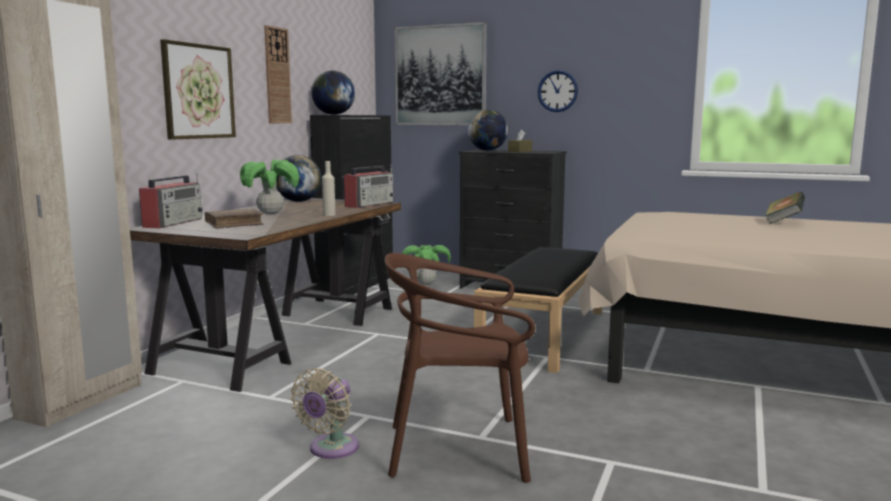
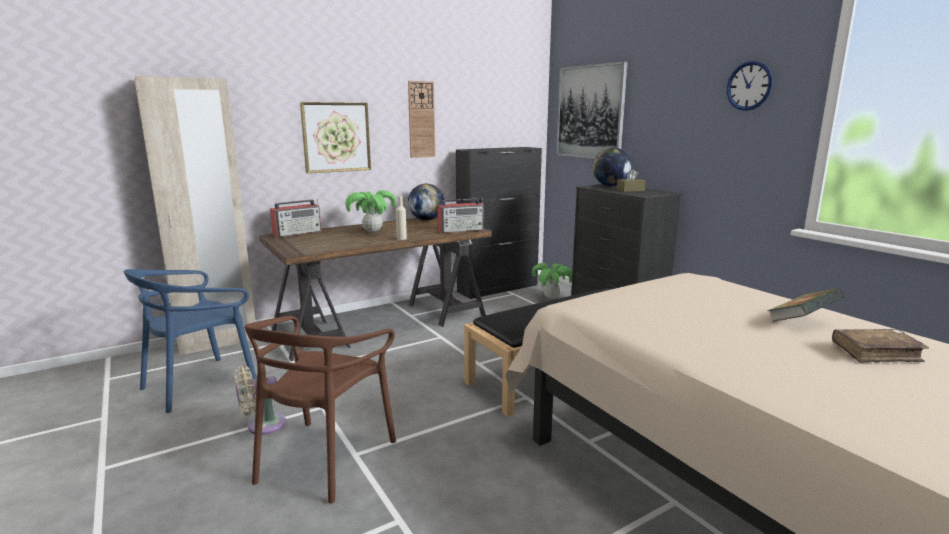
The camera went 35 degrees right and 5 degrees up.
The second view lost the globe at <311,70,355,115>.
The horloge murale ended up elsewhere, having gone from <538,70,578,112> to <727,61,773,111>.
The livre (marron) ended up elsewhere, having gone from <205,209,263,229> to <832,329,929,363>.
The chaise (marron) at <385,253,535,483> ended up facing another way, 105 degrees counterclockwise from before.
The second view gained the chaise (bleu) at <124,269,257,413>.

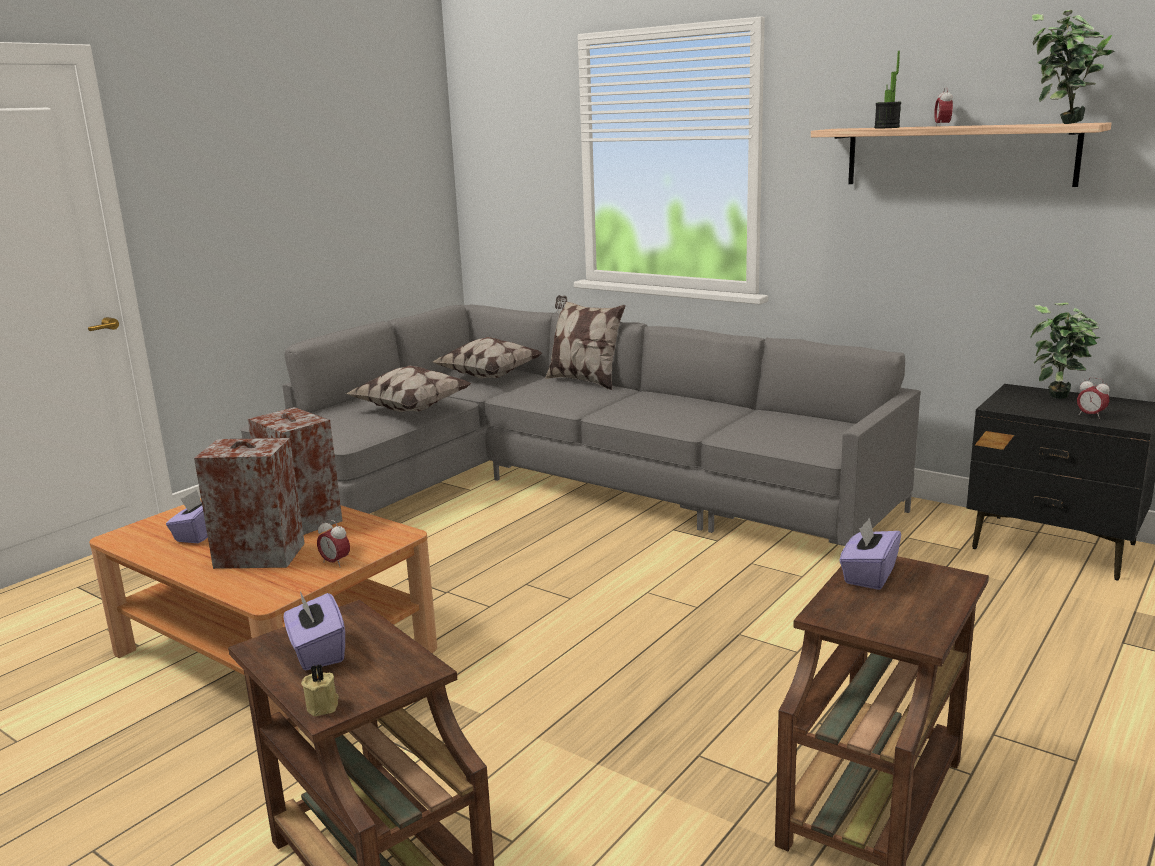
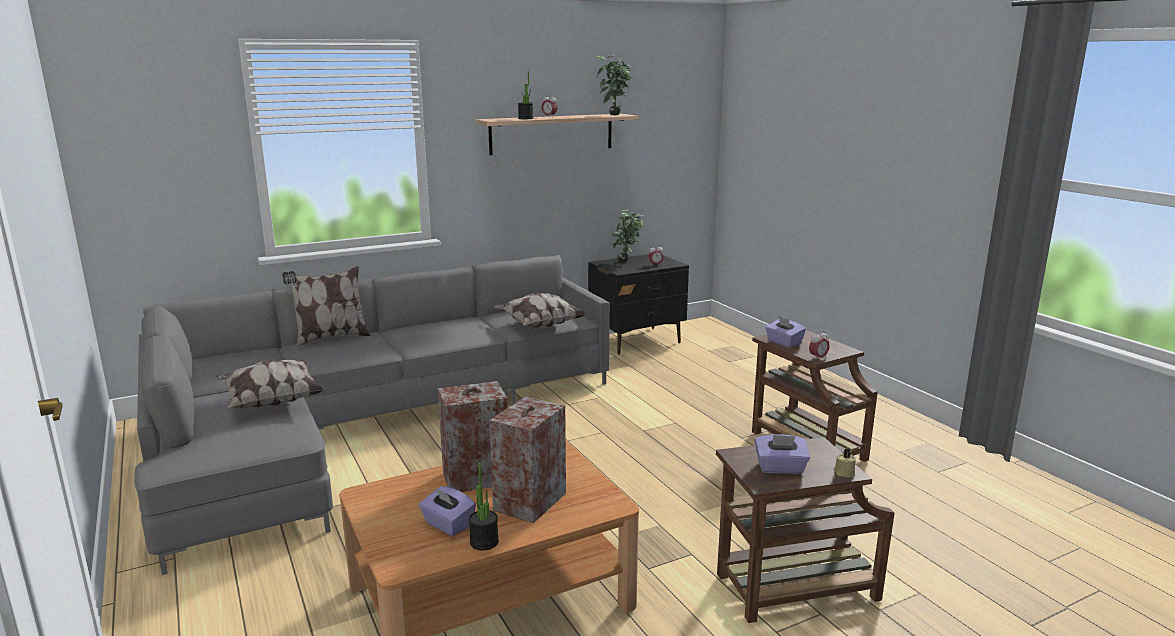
The camera went 65 degrees left and 0 degrees up.
The coussin ended up elsewhere, having gone from <432,337,542,379> to <492,293,586,328>.
The réveil ended up elsewhere, having gone from <317,519,350,567> to <809,330,830,361>.
The second view gained the plante en pot at <469,463,499,551>.

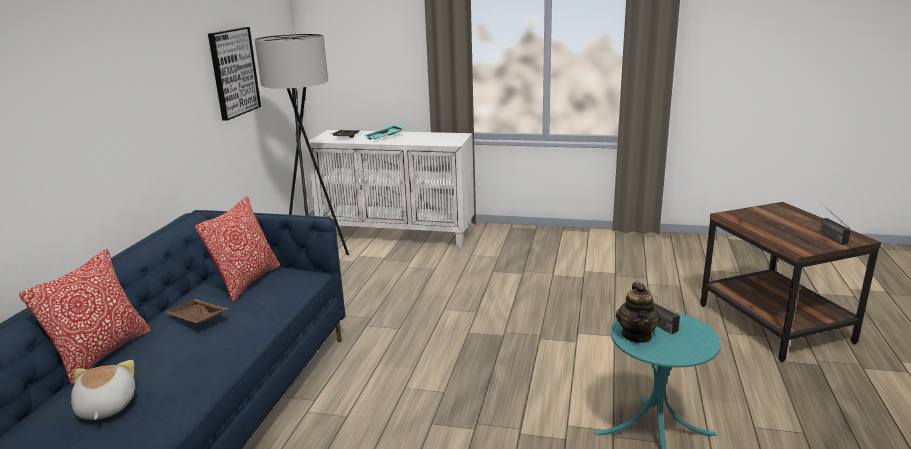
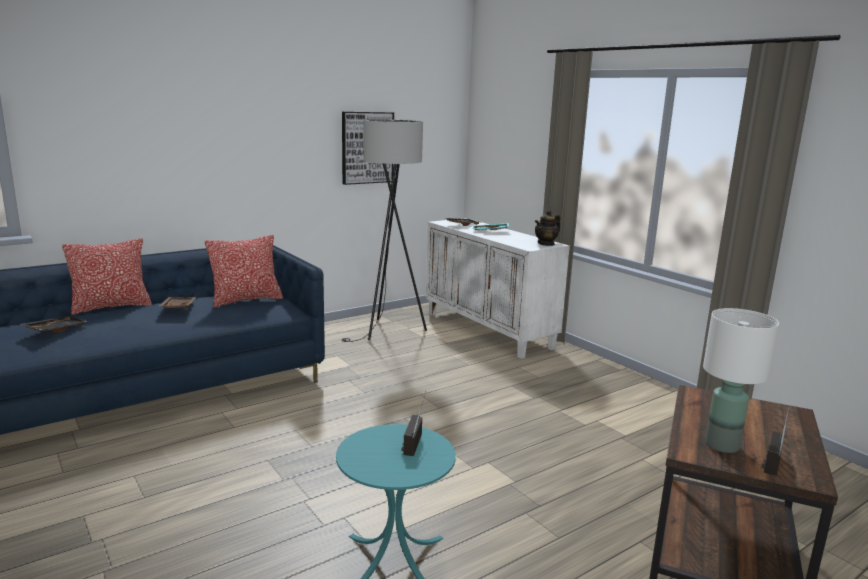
The camera went 40 degrees right and 5 degrees down.
The théière ended up elsewhere, having gone from <616,282,661,343> to <535,210,560,246>.
Where the peluche stood at <71,360,135,420>, the plateau (noir) came to stand at <21,316,89,333>.
The second view gained the lampe de table (blanc) at <703,308,779,453>.

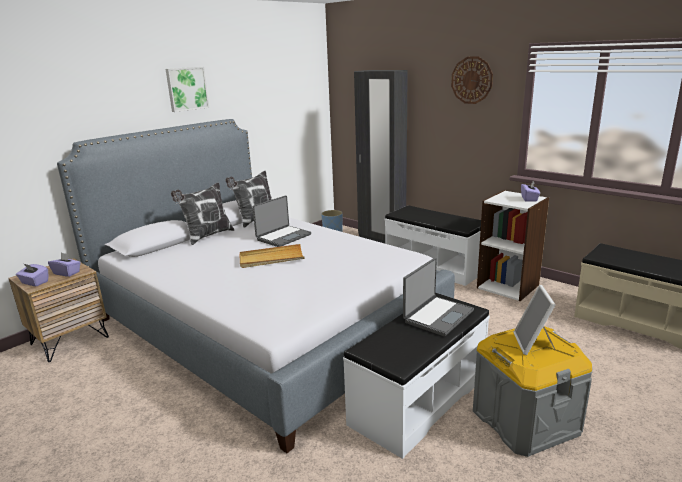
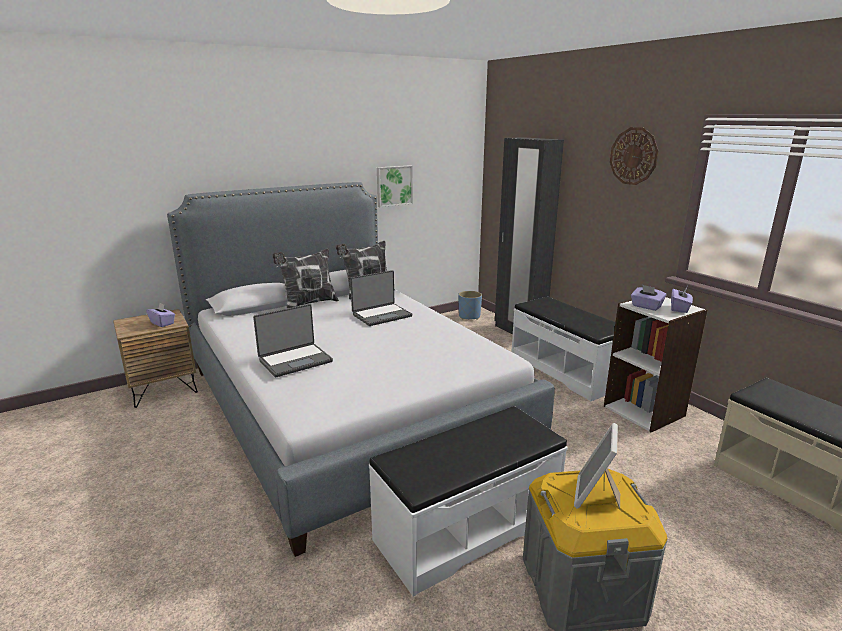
The camera went 15 degrees right and 0 degrees up.
The tableau ended up elsewhere, having gone from <166,67,209,112> to <377,165,413,207>.
The second view lost the plateau (beige) at <240,244,304,268>.
The ordinateur portable ended up elsewhere, having gone from <403,258,474,336> to <253,304,333,377>.
The boîte à mouchoirs (violet) ended up elsewhere, having gone from <16,263,48,287> to <631,285,666,311>.

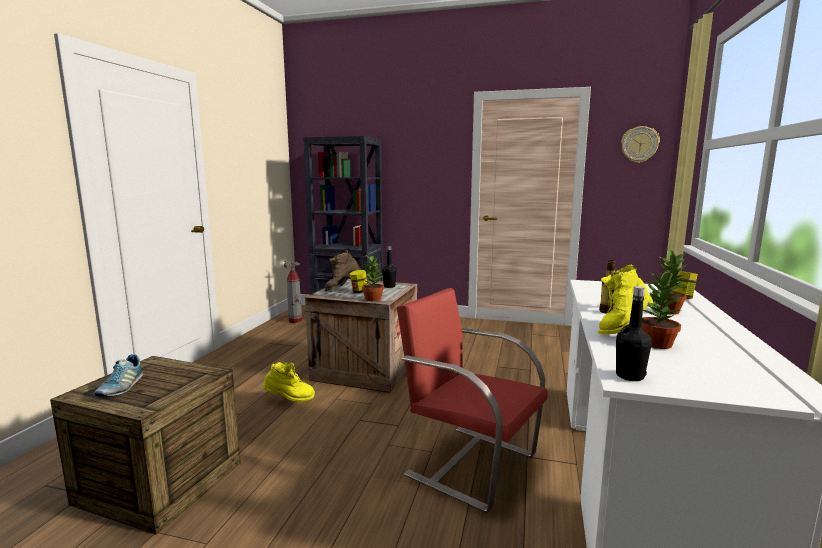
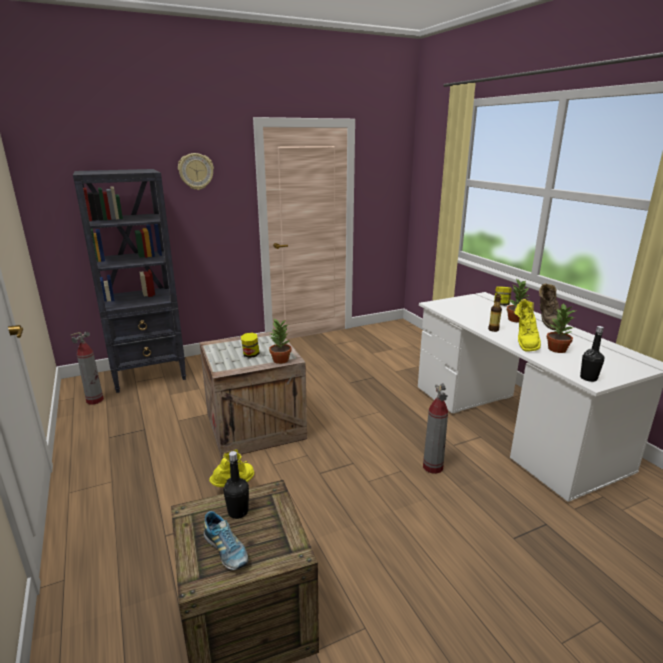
The camera went 40 degrees left and 10 degrees up.
The horloge murale ended up elsewhere, having gone from <621,126,660,163> to <178,153,214,190>.
The bouteille (noir) ended up elsewhere, having gone from <382,246,396,288> to <223,451,249,519>.
The botte (marron) ended up elsewhere, having gone from <325,250,361,291> to <539,283,566,330>.
Where the chaise (rouge) stood at <397,288,548,513>, the extincteur came to stand at <423,383,448,474>.

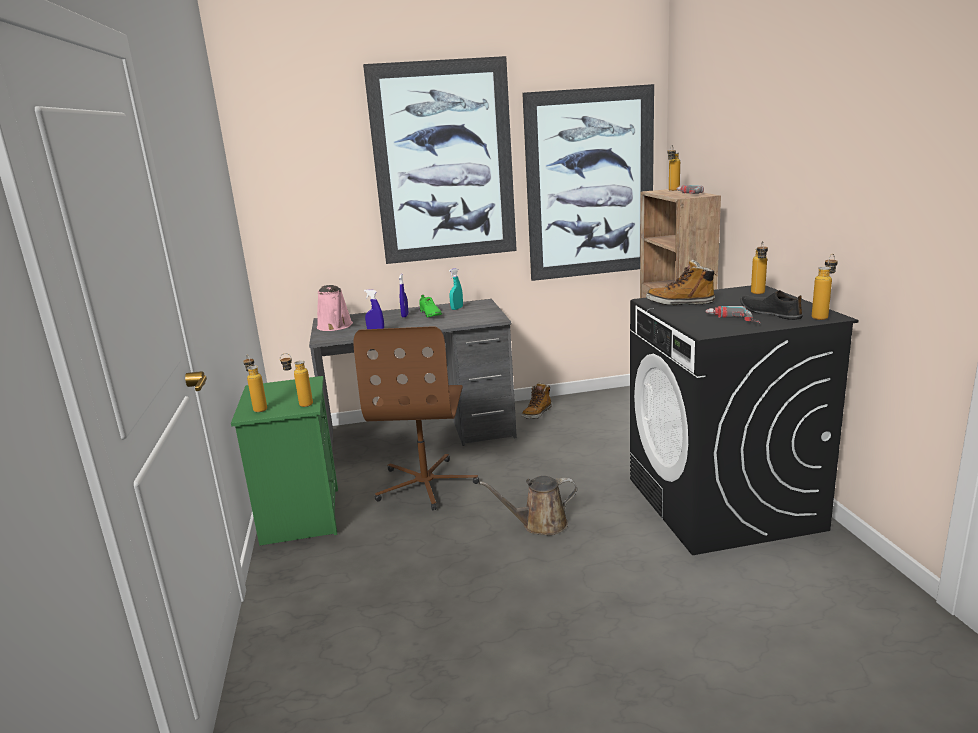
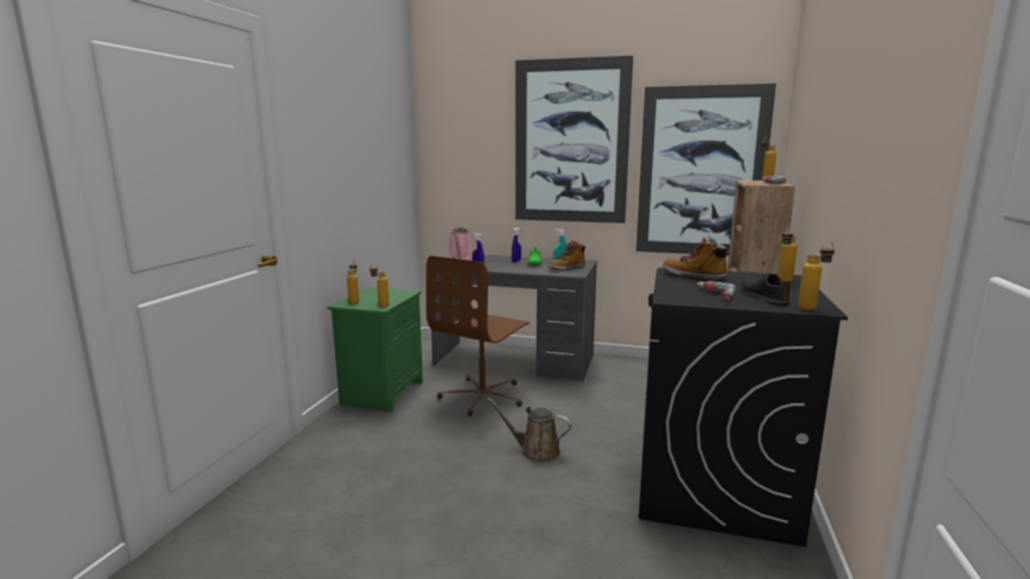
The camera went 25 degrees right and 5 degrees down.
The botte ended up elsewhere, having gone from <522,383,552,419> to <547,239,585,270>.

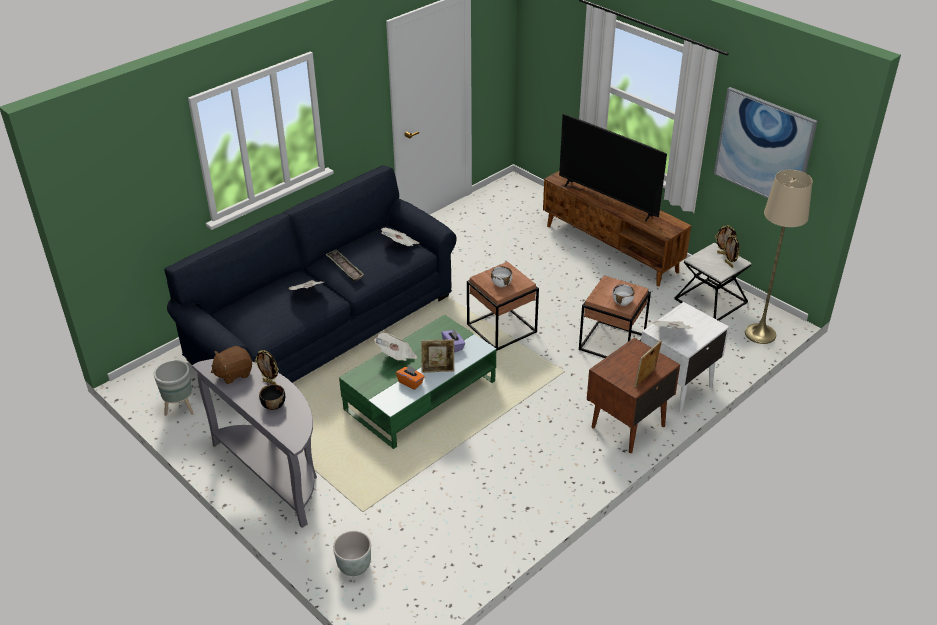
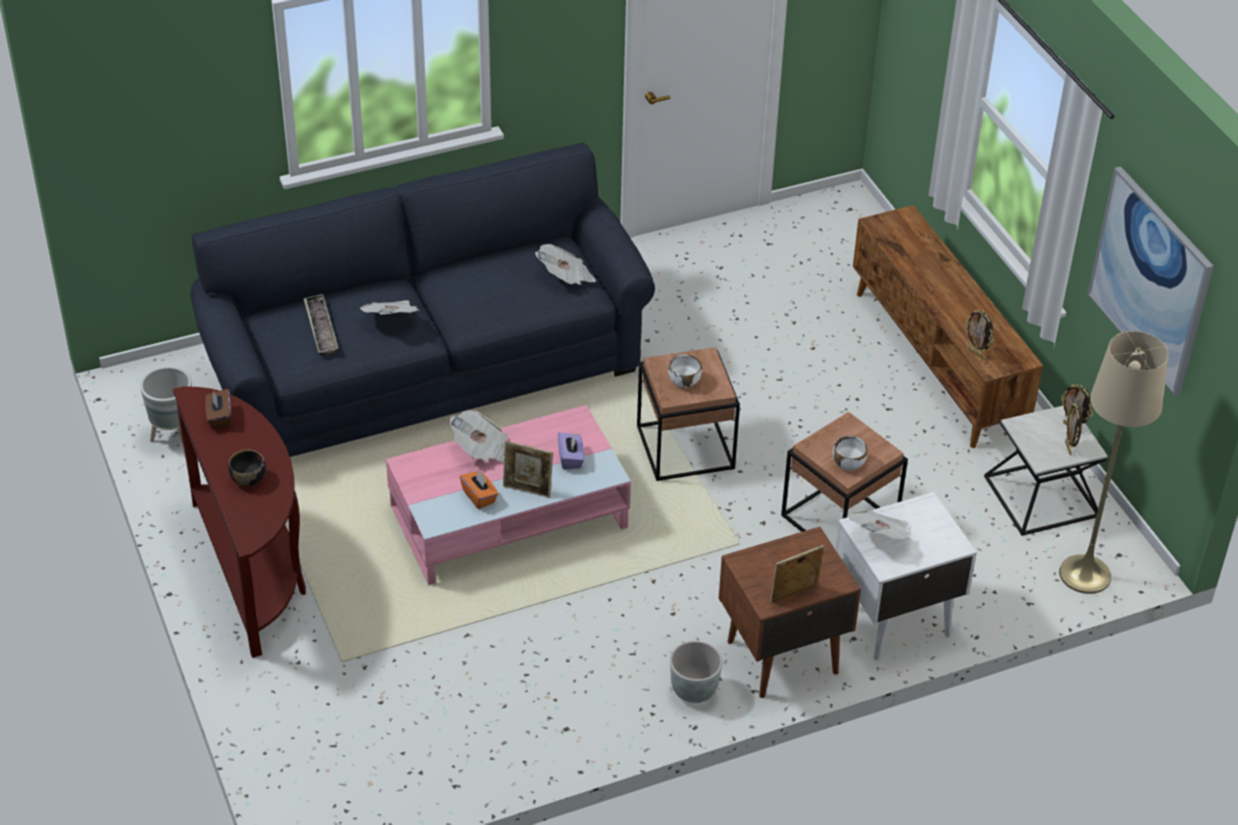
The camera went 20 degrees right and 5 degrees up.
The second view lost the téléviseur at <559,114,667,222>.
The plateau ended up elsewhere, having gone from <325,250,364,282> to <303,294,339,356>.
What was the table basse (vert) at <339,314,496,449> turned into the table basse (rose) at <386,405,631,585>.
Where the peluche (marron) stood at <211,346,252,384>, the boîte à mouchoirs (marron) came to stand at <205,389,232,429>.
The cadre photo ended up elsewhere, having gone from <255,350,279,385> to <965,310,994,359>.
What was the table console (gris) at <192,359,317,528> turned into the table console (marron) at <173,386,306,658>.
The cache-pot (gris) ended up elsewhere, having gone from <333,531,371,576> to <670,641,723,703>.

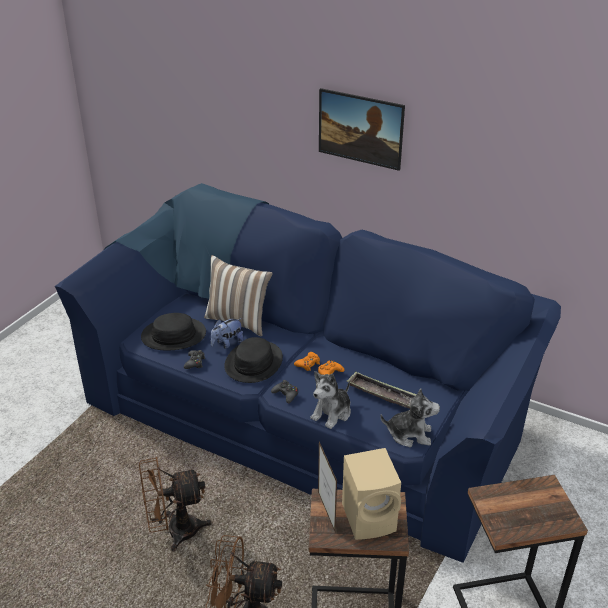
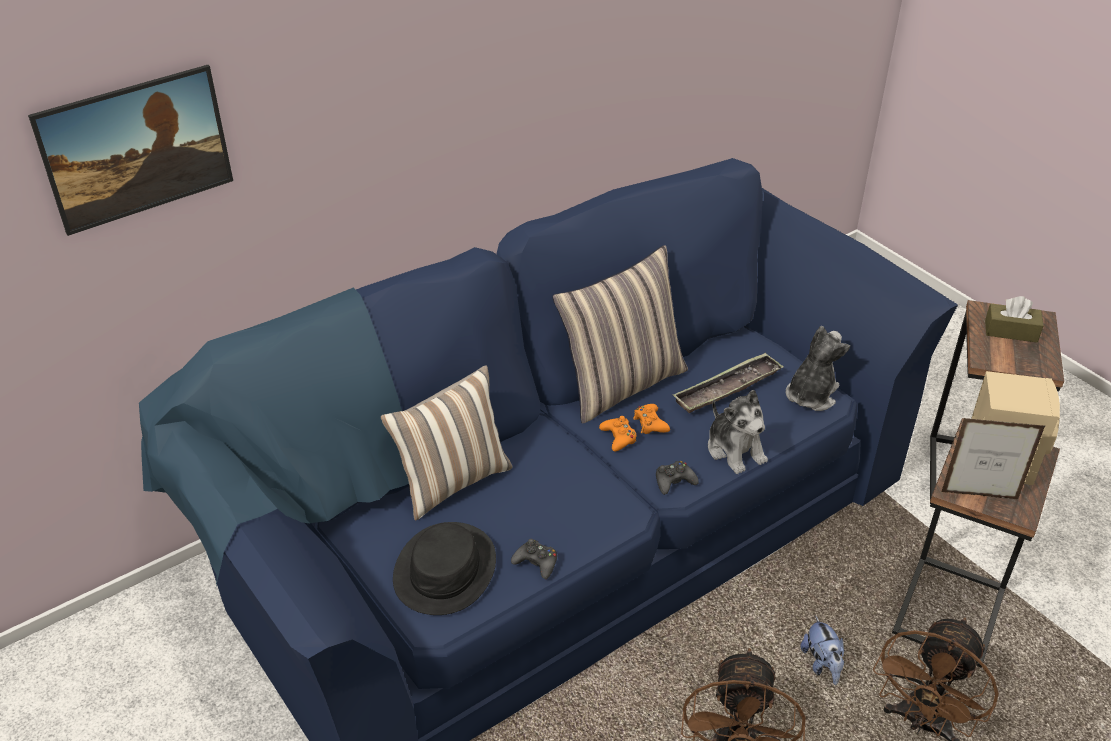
The camera went 65 degrees left and 5 degrees up.
The tableau ended up elsewhere, having gone from <319,88,405,171> to <28,65,233,236>.
The peluche ended up elsewhere, having gone from <211,318,244,349> to <800,617,844,685>.
The second view lost the chapeau (noir) at <224,337,283,383>.
The second view gained the coussin at <552,245,688,423>.
The second view gained the boîte à mouchoirs (marron) at <985,296,1043,342>.

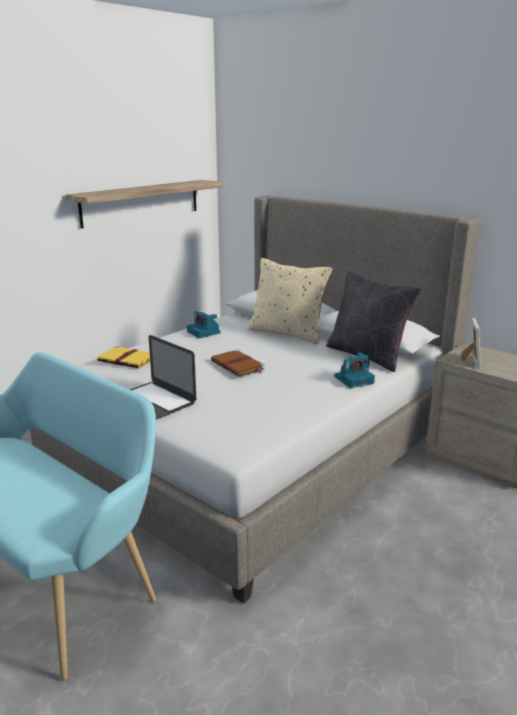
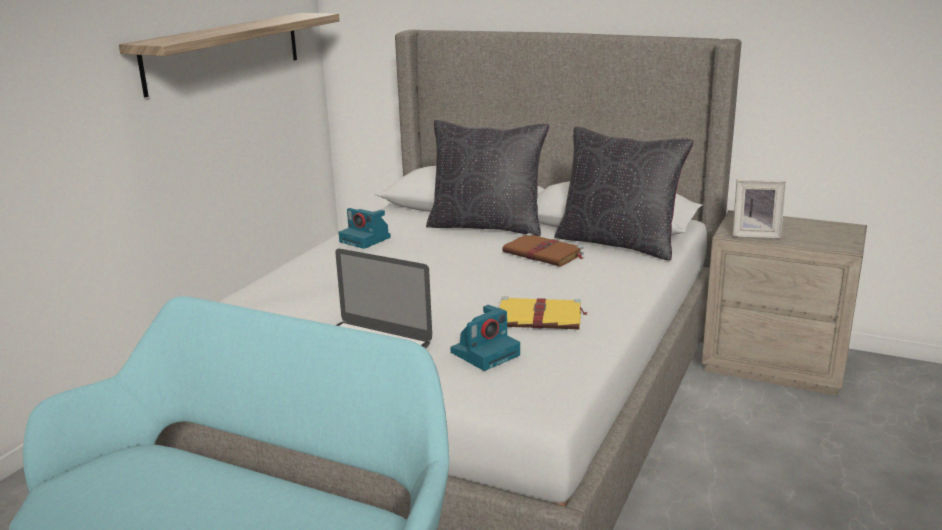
The camera went 15 degrees left and 0 degrees up.
What was the coussin (beige) at <248,258,333,344> turned into the coussin (noir) at <426,120,549,236>.
The cadre photo at <461,318,481,369> ended up facing another way, 105 degrees clockwise from before.
The livre (jaune) ended up elsewhere, having gone from <97,346,150,368> to <499,297,588,330>.
The livre (marron) ended up elsewhere, having gone from <211,350,265,376> to <502,233,584,266>.
The appareil photo ended up elsewhere, having gone from <334,352,375,388> to <450,305,520,371>.

